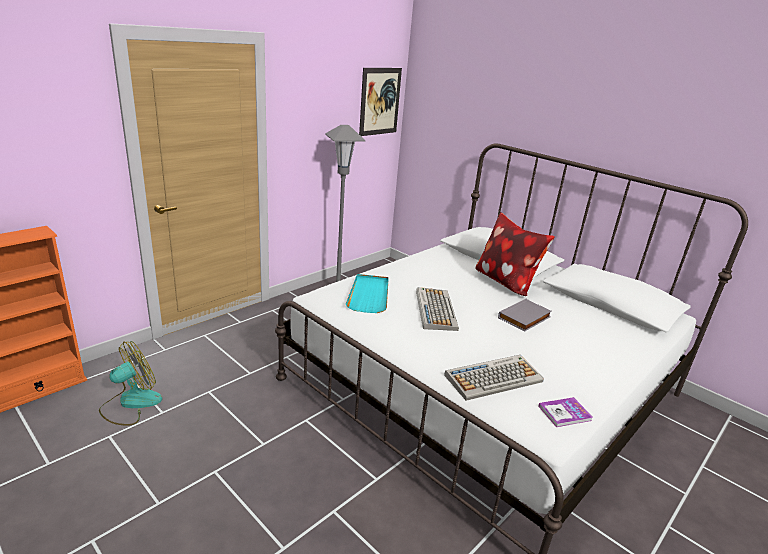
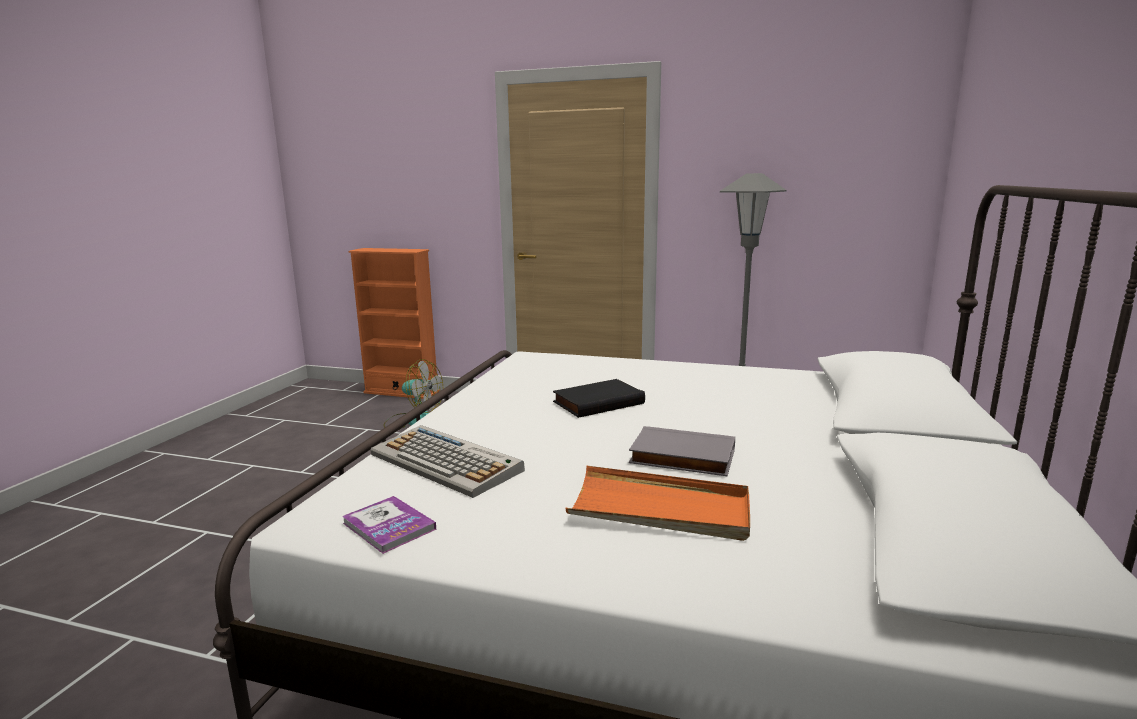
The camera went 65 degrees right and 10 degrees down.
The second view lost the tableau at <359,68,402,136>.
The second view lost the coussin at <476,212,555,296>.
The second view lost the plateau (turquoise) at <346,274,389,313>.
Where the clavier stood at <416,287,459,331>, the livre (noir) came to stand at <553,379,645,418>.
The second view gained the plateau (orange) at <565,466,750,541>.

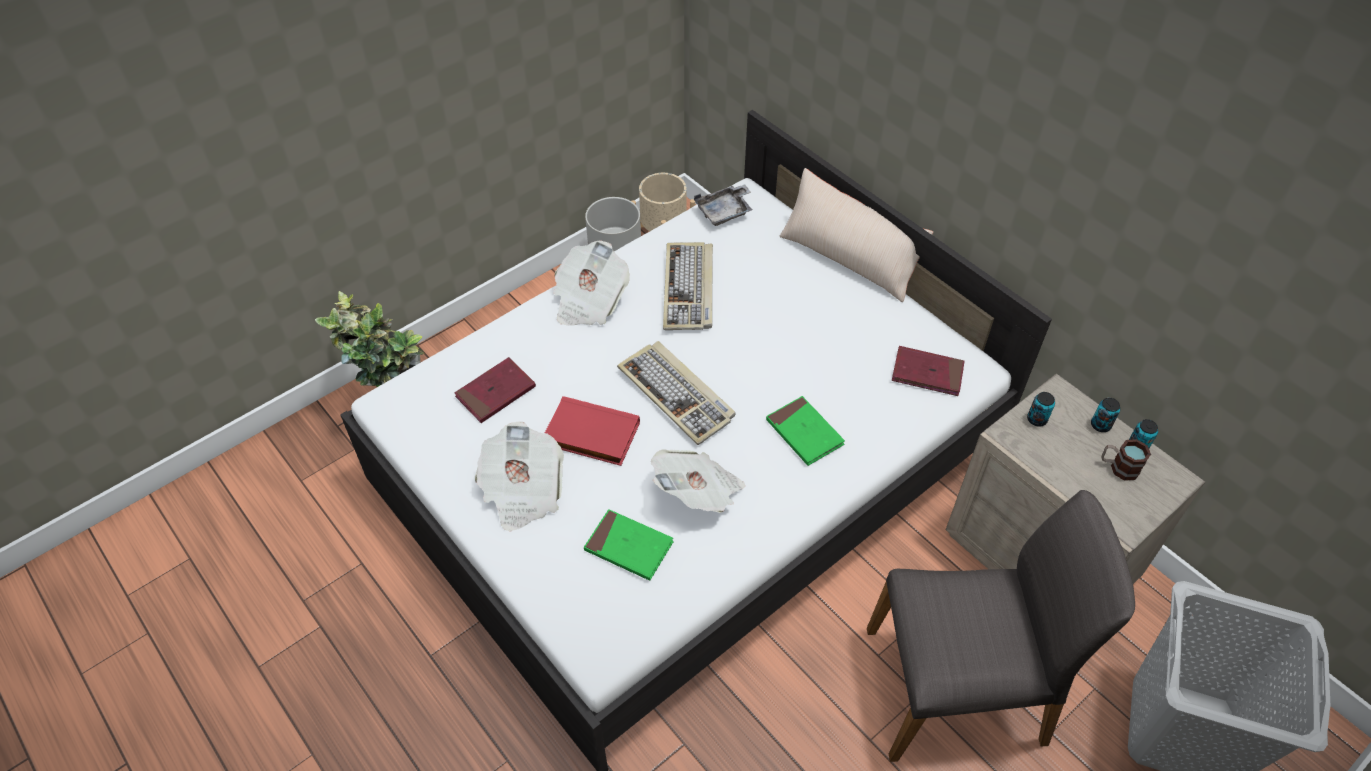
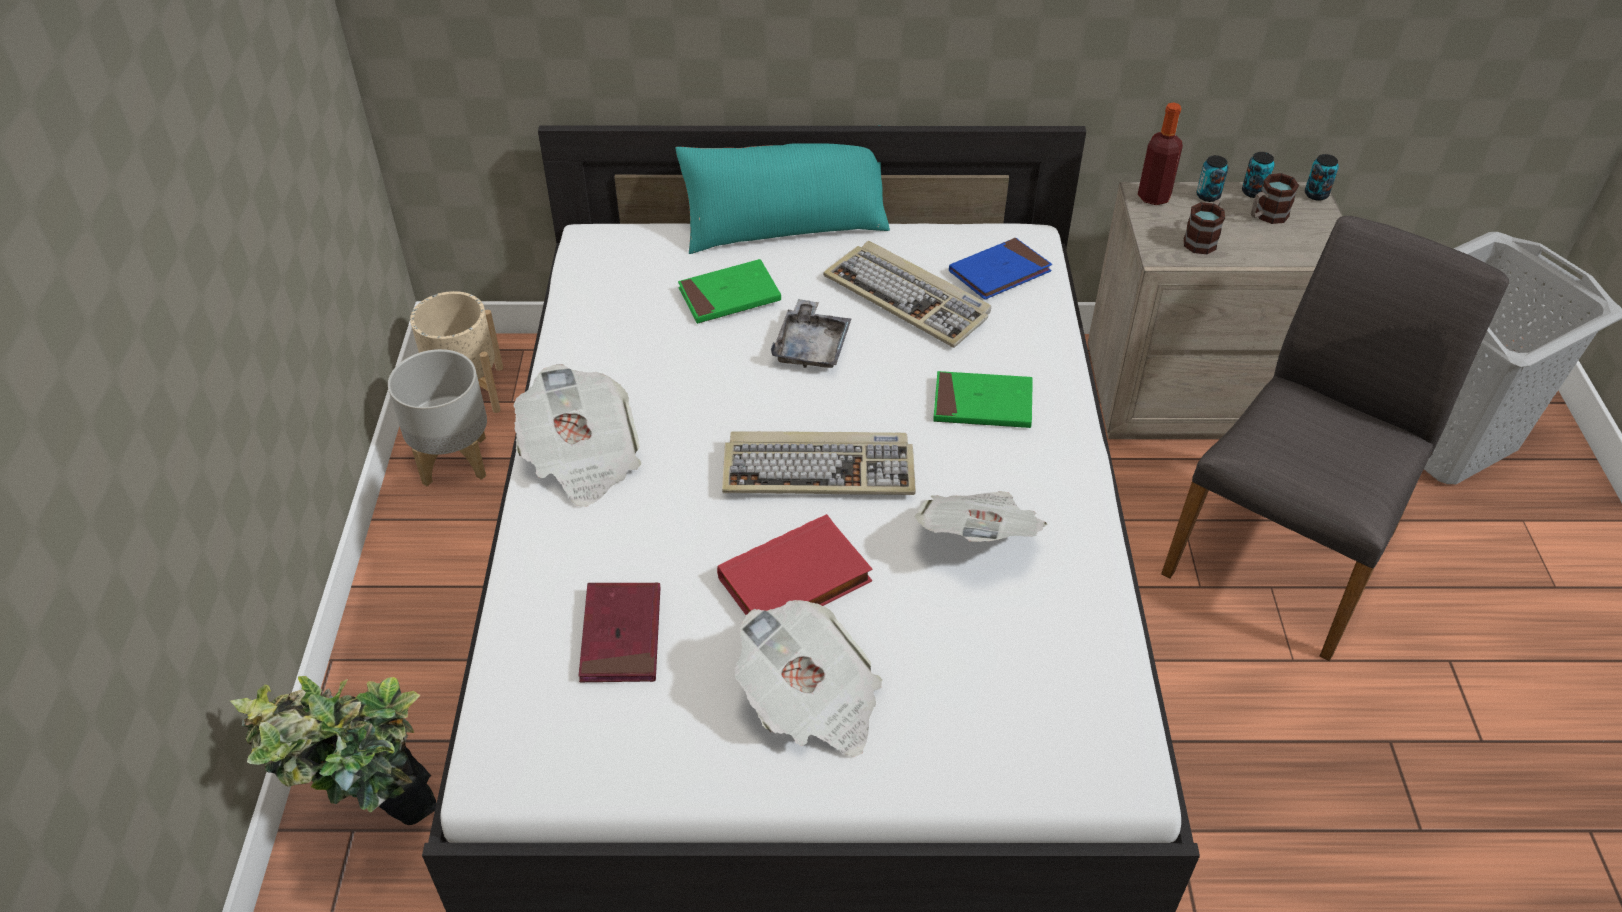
The camera went 50 degrees left and 5 degrees down.
What was the coussin (beige) at <779,168,933,302> turned into the coussin (turquoise) at <676,125,890,254>.
The plateau (gris) ended up elsewhere, having gone from <694,184,752,226> to <771,299,851,368>.
The clavier ended up elsewhere, having gone from <663,242,713,330> to <823,241,991,348>.
What was the livre (rouge) at <892,346,965,396> turned into the livre (bleu) at <949,238,1052,300>.
The boîte métallique ended up elsewhere, having gone from <1027,392,1055,427> to <1305,154,1339,201>.
The livre (vert) ended up elsewhere, having gone from <584,509,674,581> to <678,259,781,324>.
The second view gained the bouteille at <1138,102,1183,205>.
The second view gained the mug at <1183,200,1225,254>.

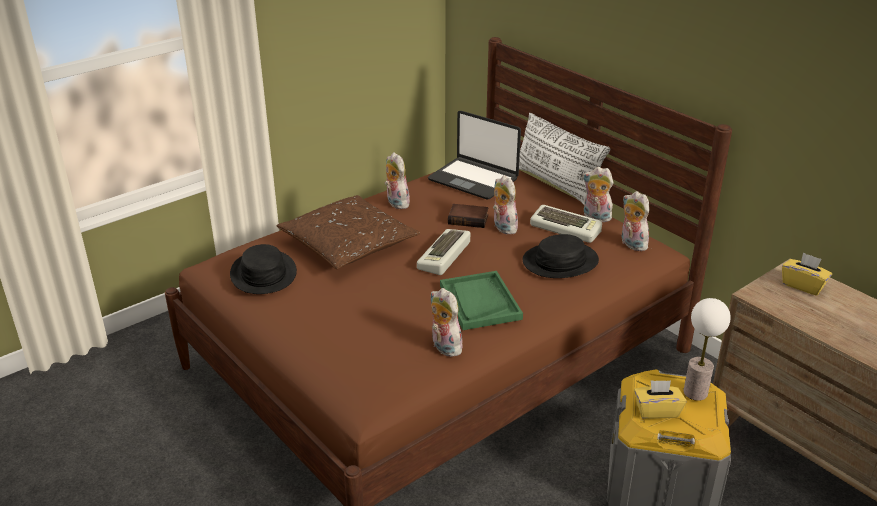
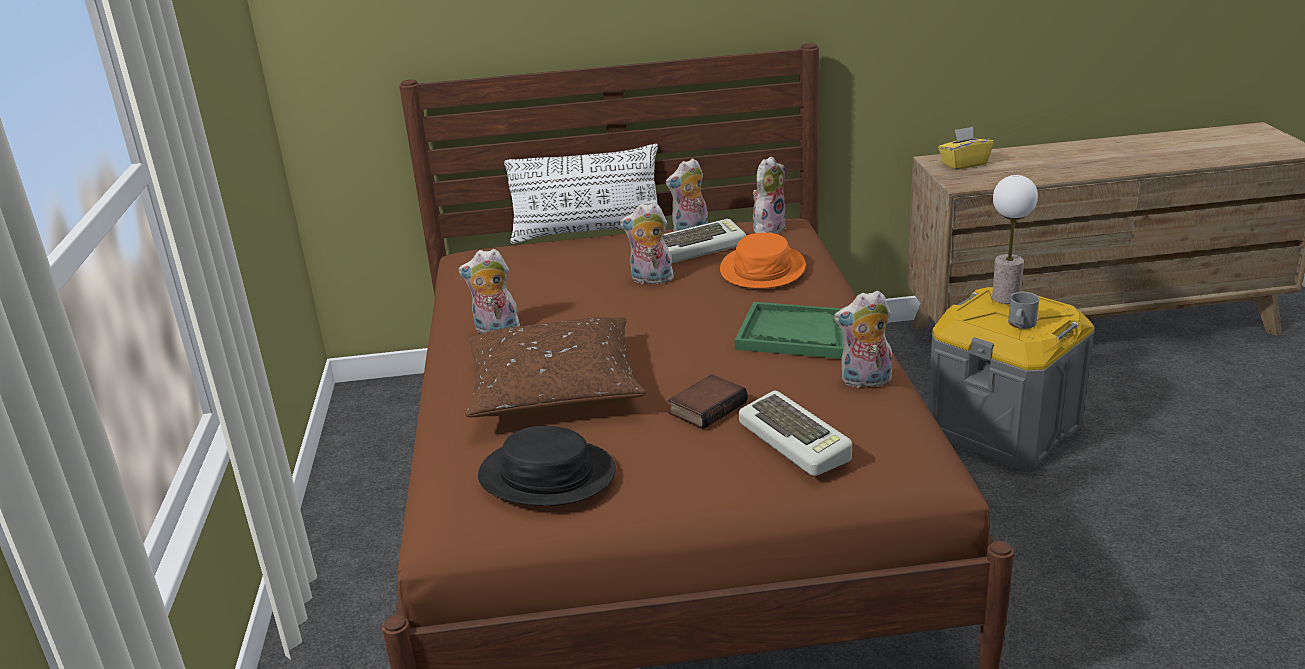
The camera went 55 degrees left and 5 degrees down.
The second view lost the ordinateur portable at <428,111,521,199>.
The peluche at <622,191,649,251> ended up facing another way, 135 degrees clockwise from before.
The livre ended up elsewhere, having gone from <448,204,489,228> to <668,374,748,429>.
The clavier ended up elsewhere, having gone from <417,229,470,275> to <739,391,852,476>.
What was the chapeau (noir) at <523,234,599,278> turned into the chapeau (orange) at <720,233,806,288>.
Where the boîte à mouchoirs (jaune) stood at <634,380,686,419>, the mug (gris) came to stand at <1008,292,1040,329>.

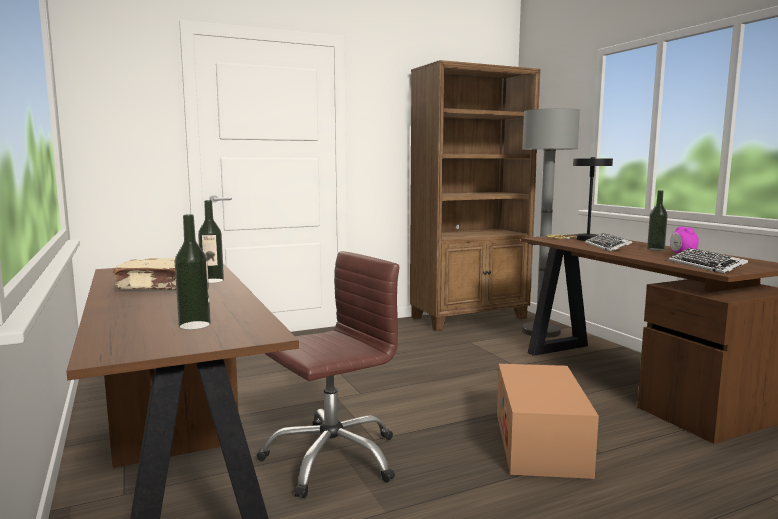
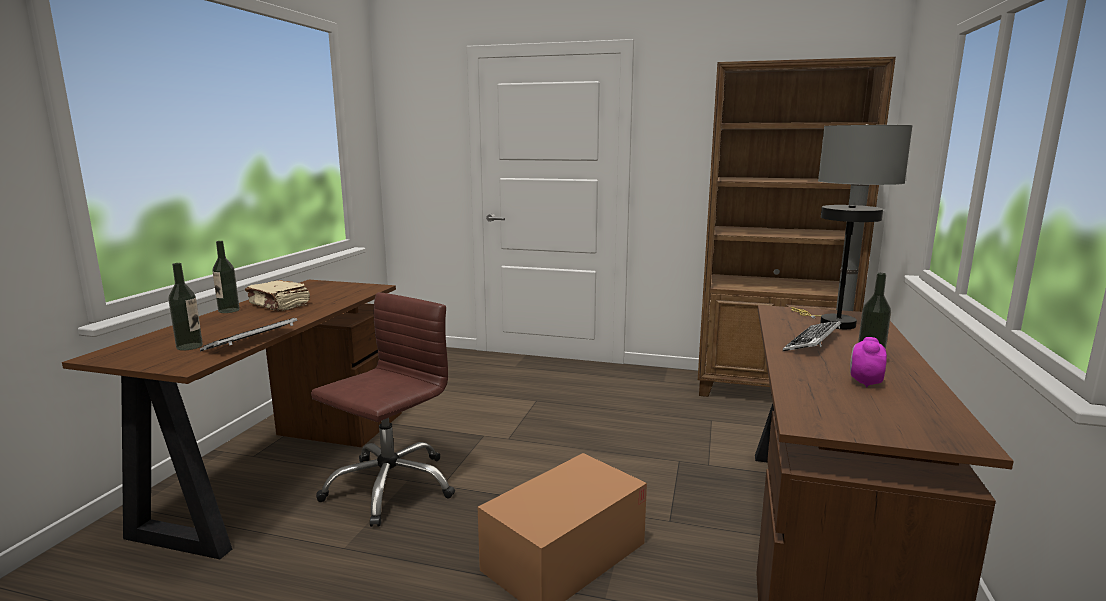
The camera went 40 degrees right and 5 degrees up.
The bouteille ended up elsewhere, having gone from <198,200,224,283> to <213,241,240,313>.
The clavier ended up elsewhere, having gone from <668,248,748,274> to <200,318,298,352>.
The chaise de bureau (marron) at <257,251,399,498> ended up facing another way, 60 degrees counterclockwise from before.

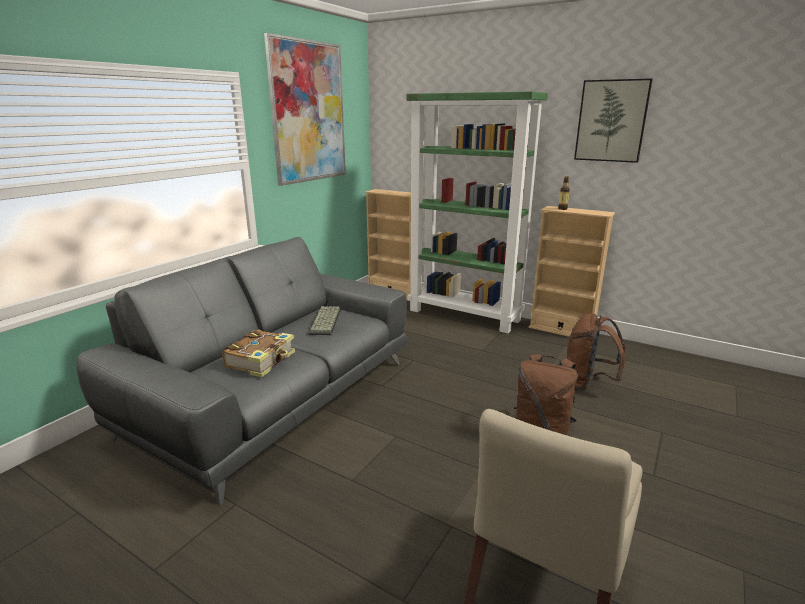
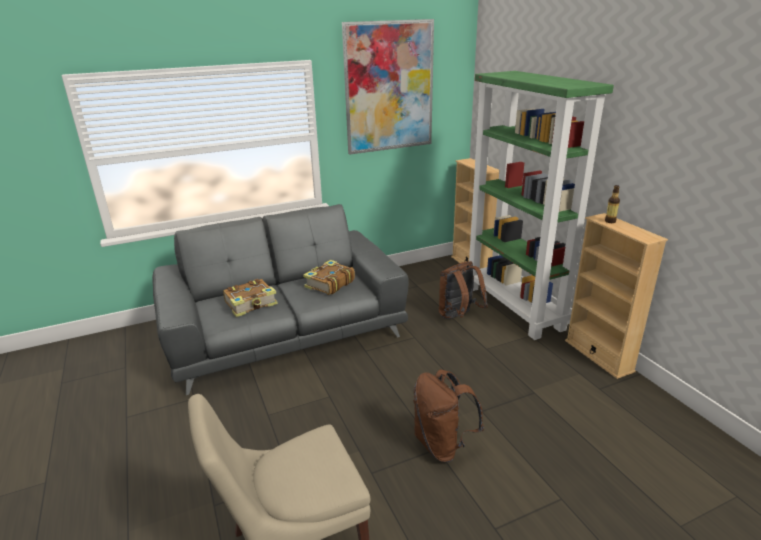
The camera went 35 degrees right and 5 degrees up.
The second view lost the tableau at <574,78,653,163>.
Where the clavier stood at <308,306,341,335>, the livre came to stand at <303,260,355,295>.
The sac à dos (marron) ended up elsewhere, having gone from <567,313,625,390> to <439,261,488,319>.

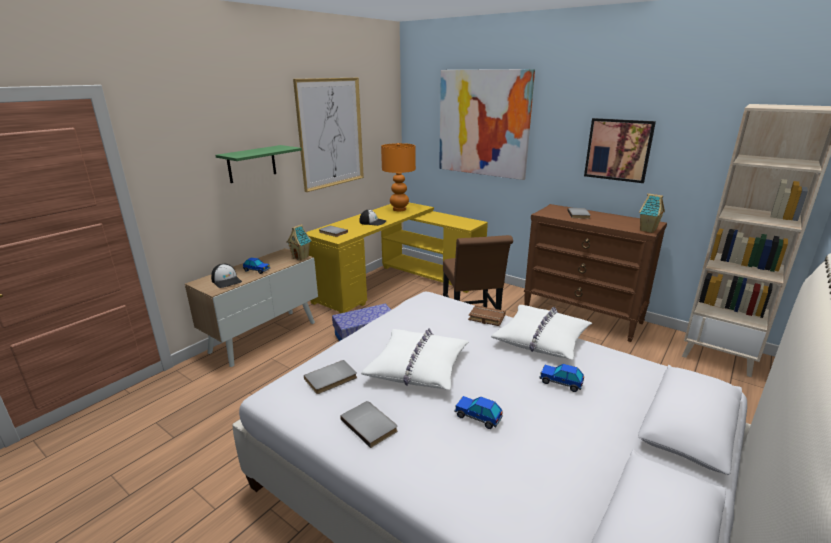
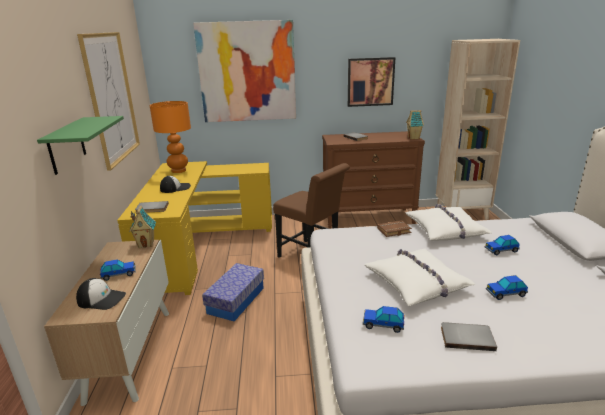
The camera went 40 degrees left and 0 degrees up.
Where the livre (gris) stood at <304,360,357,394>, the petite voiture came to stand at <363,306,404,333>.

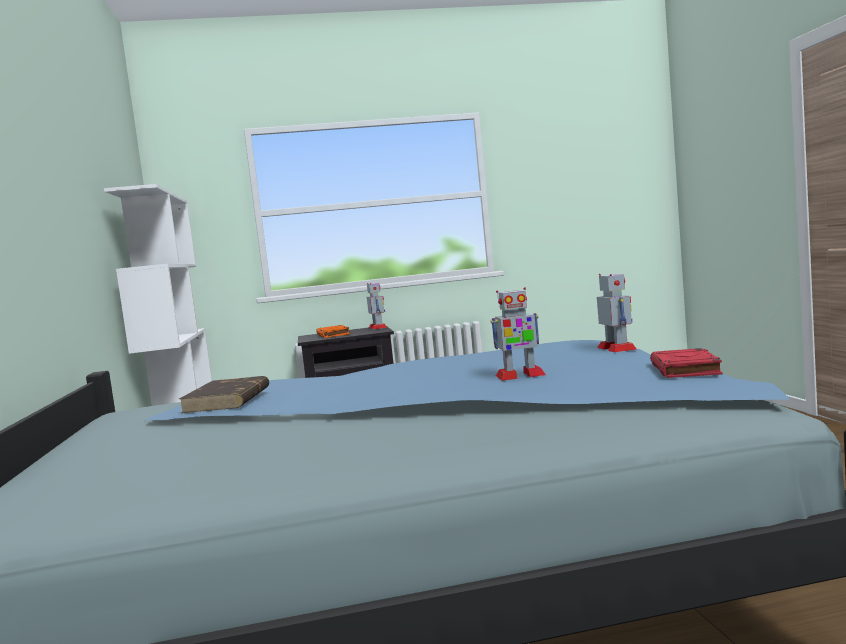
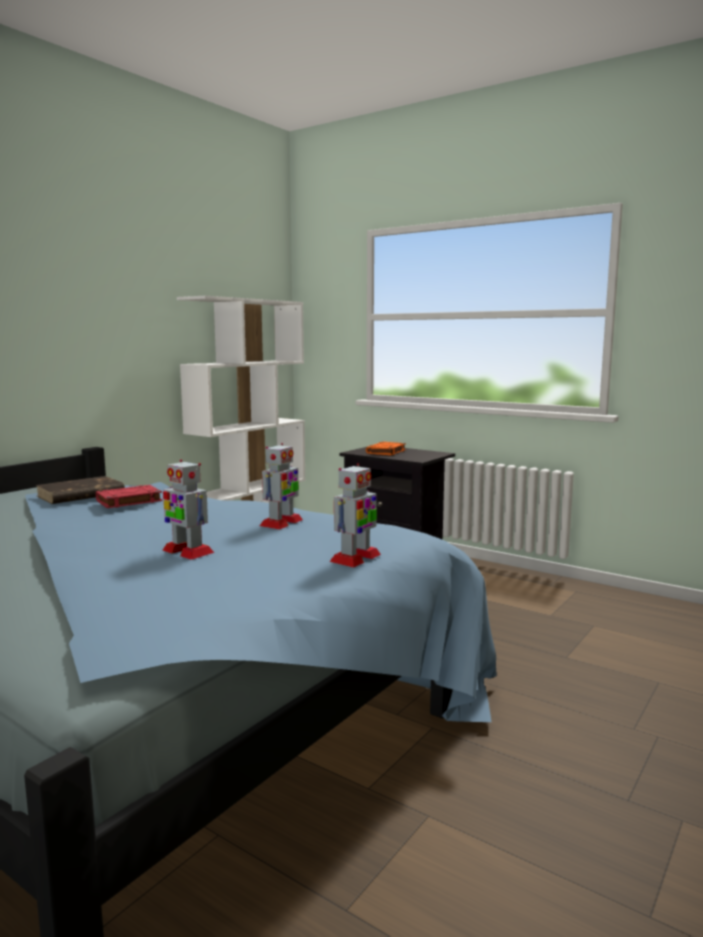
The camera went 45 degrees right and 5 degrees up.
The robot jouet ended up elsewhere, having gone from <367,283,387,329> to <260,443,303,530>.
The livre (rouge) ended up elsewhere, having gone from <650,348,723,378> to <96,485,162,508>.

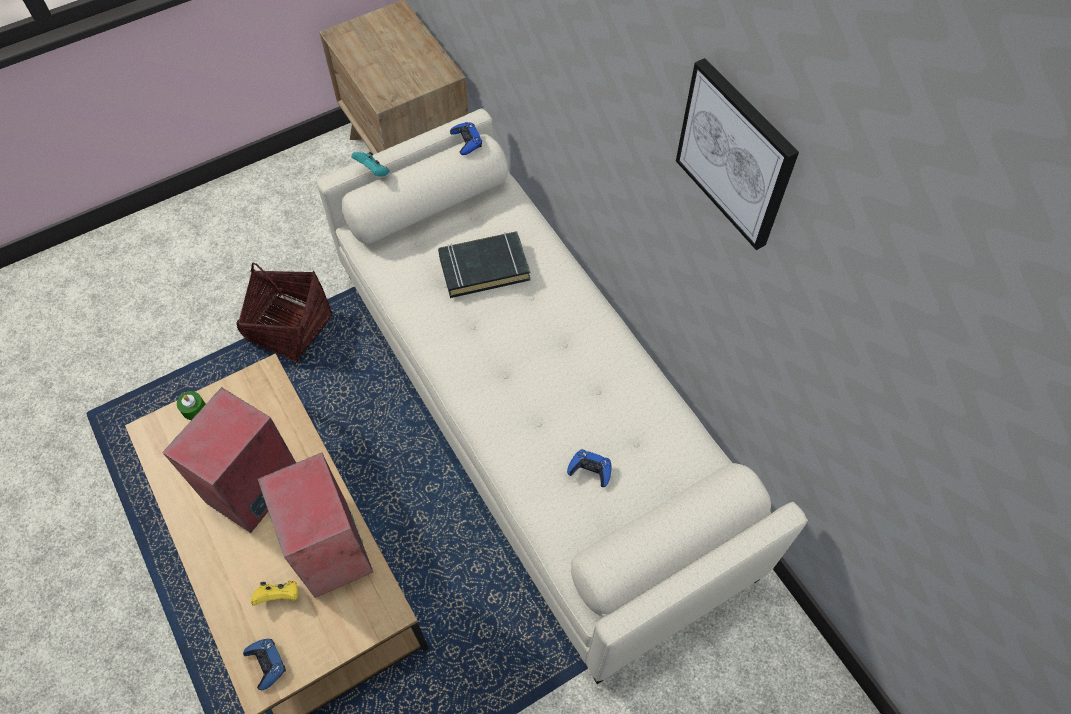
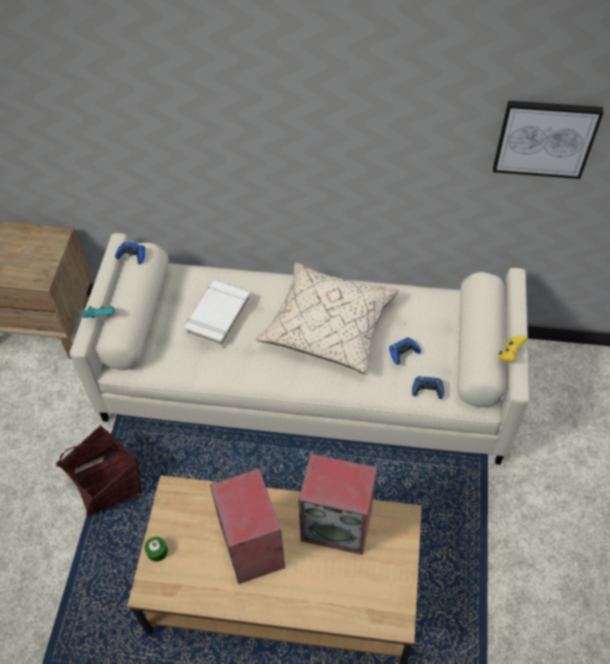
The camera went 50 degrees left and 5 degrees down.
The tableau ended up elsewhere, having gone from <676,58,799,250> to <493,101,604,179>.
What was the livre (noir) at <438,231,530,298> turned into the livre (blanc) at <184,281,251,348>.
The manette (jaune) ended up elsewhere, having gone from <251,580,298,606> to <498,336,527,362>.
The manette (bleu) ended up elsewhere, having gone from <243,639,286,690> to <412,376,444,399>.
The second view gained the coussin (beige) at <256,263,399,374>.

